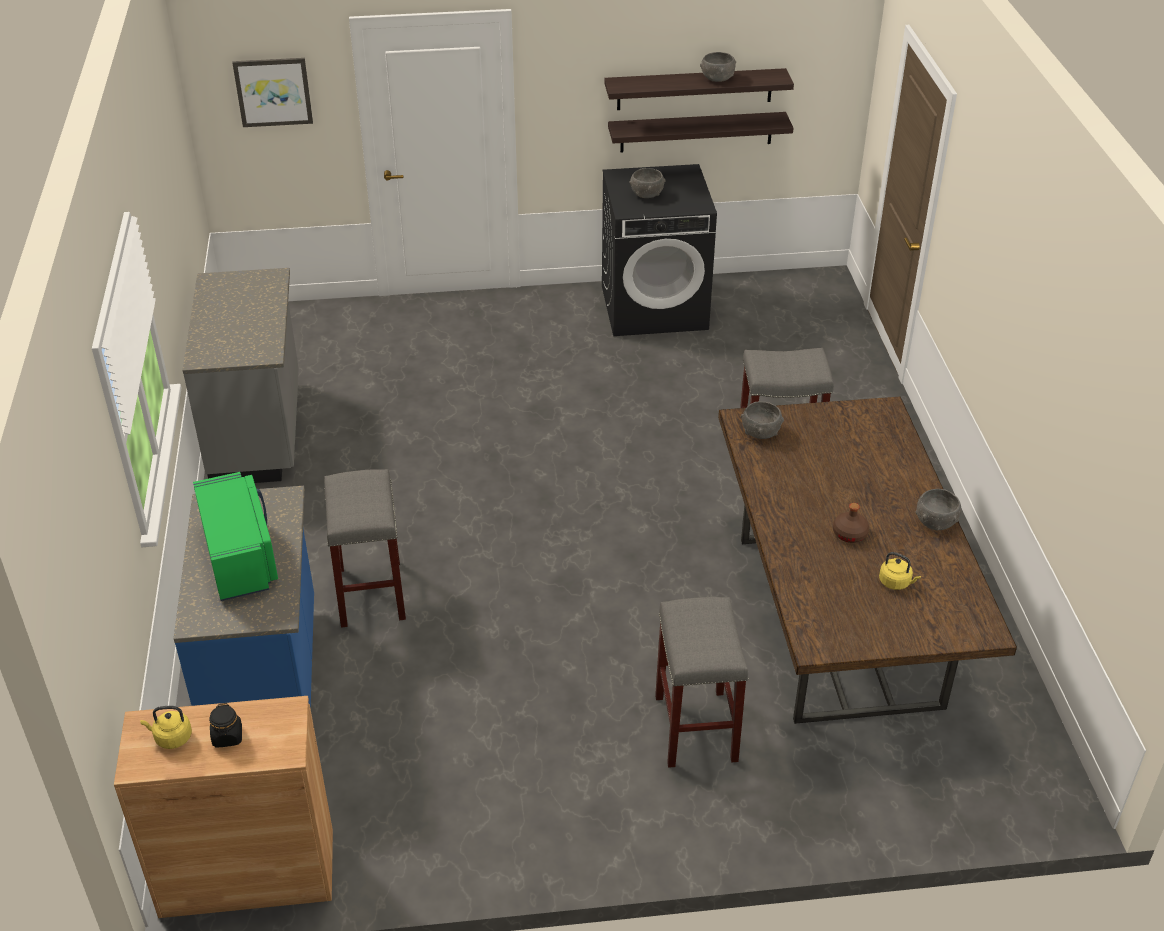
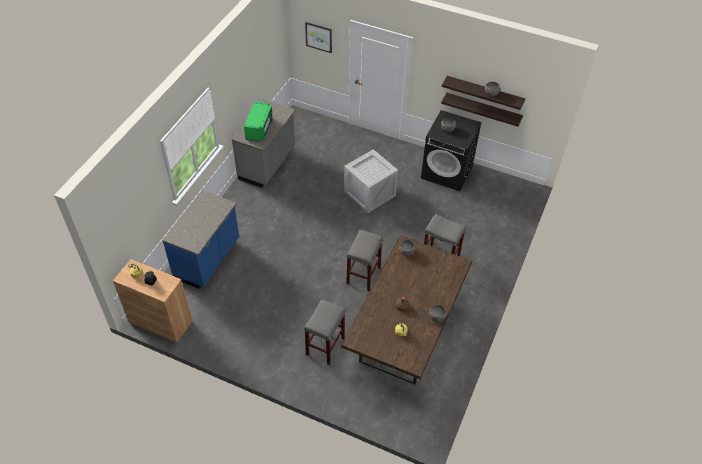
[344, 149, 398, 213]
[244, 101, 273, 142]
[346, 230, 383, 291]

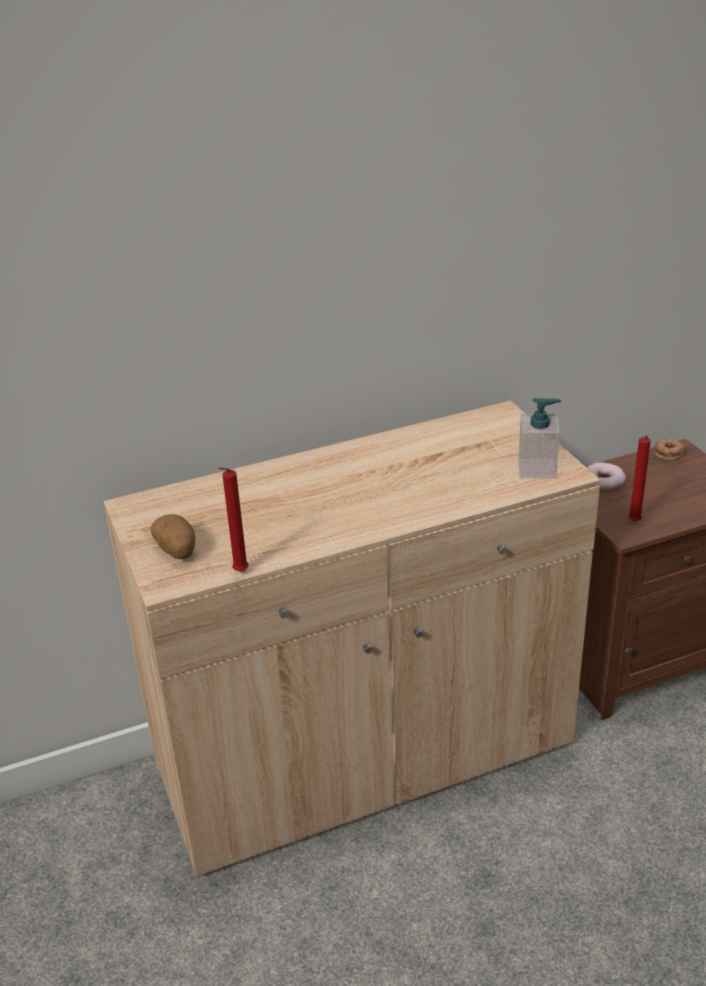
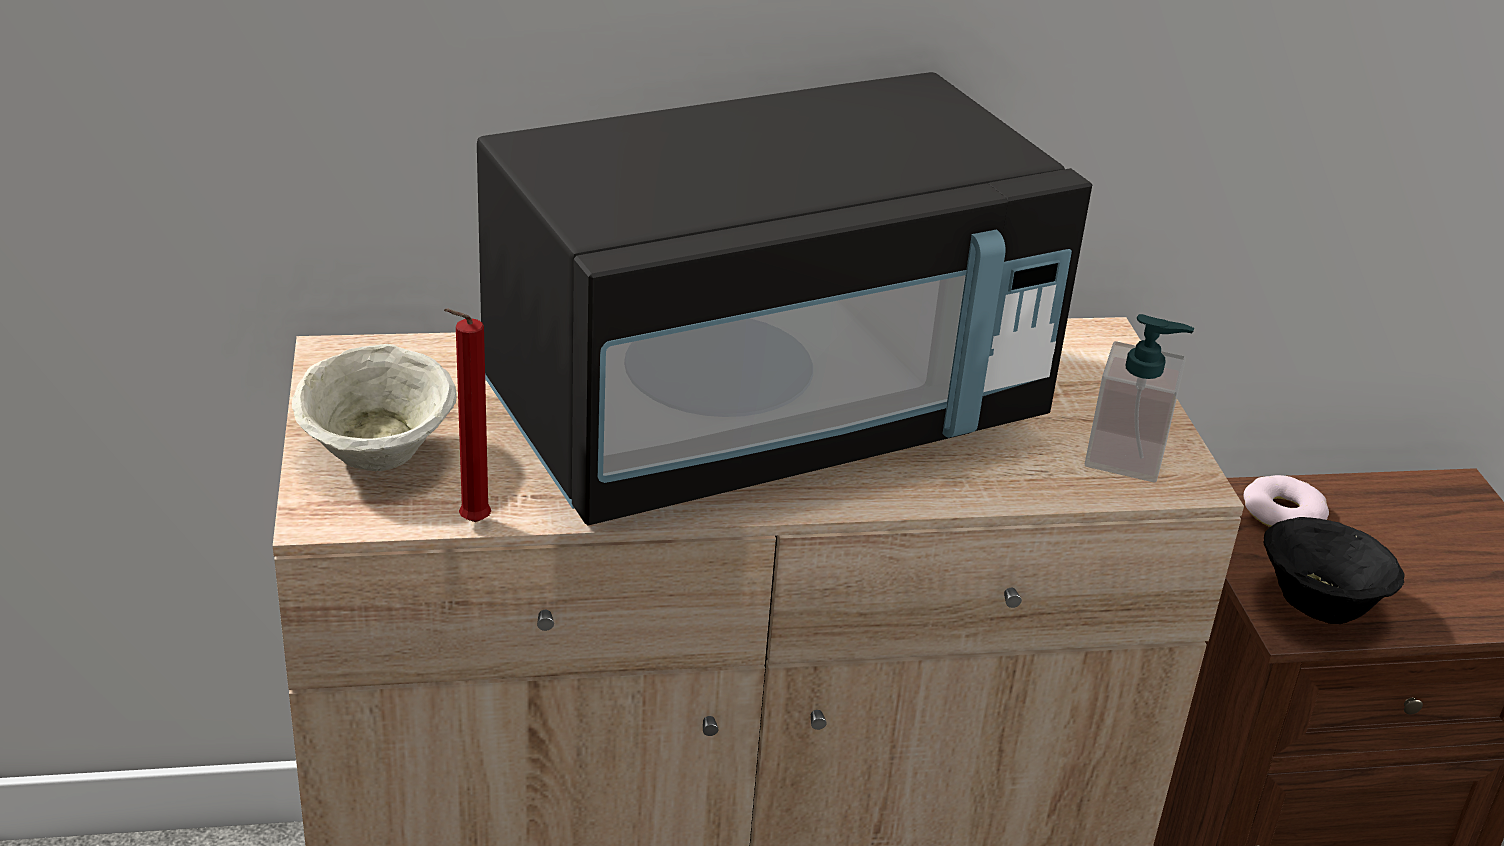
[654, 439, 685, 460] (first image)
[477, 72, 1092, 525]
[292, 344, 456, 471]
[1263, 517, 1405, 624]

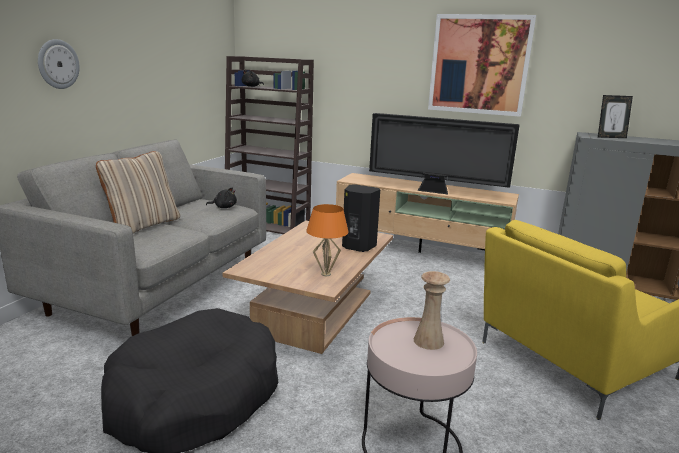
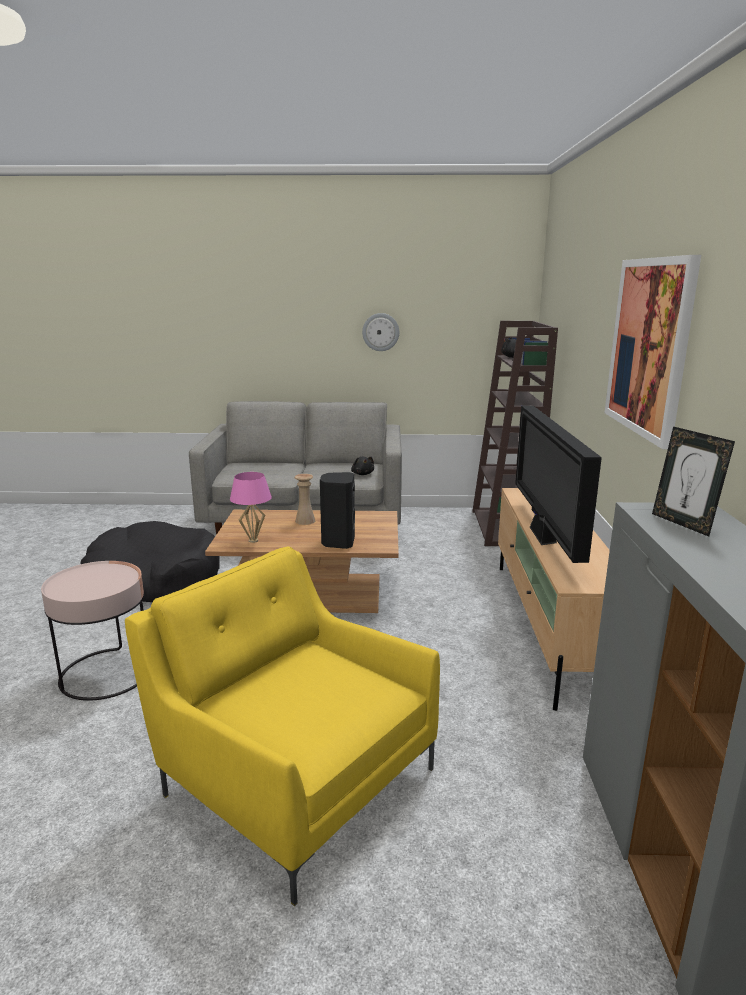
[96, 151, 180, 233] (first image)
[362, 313, 399, 351]
[295, 474, 315, 525]
[230, 472, 272, 543]

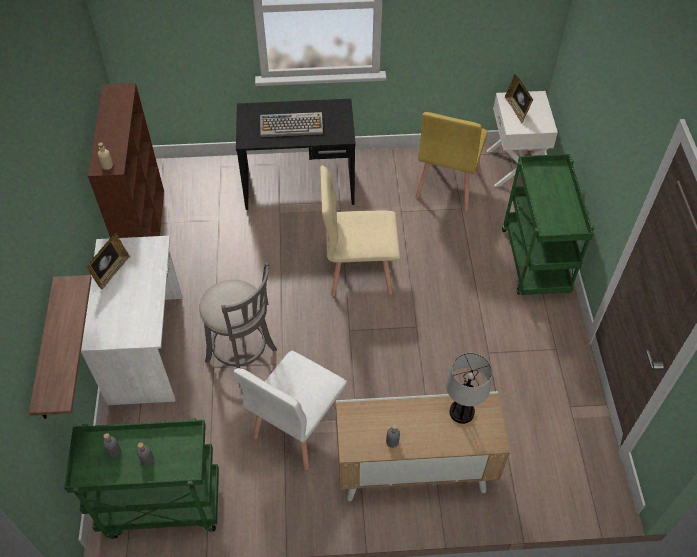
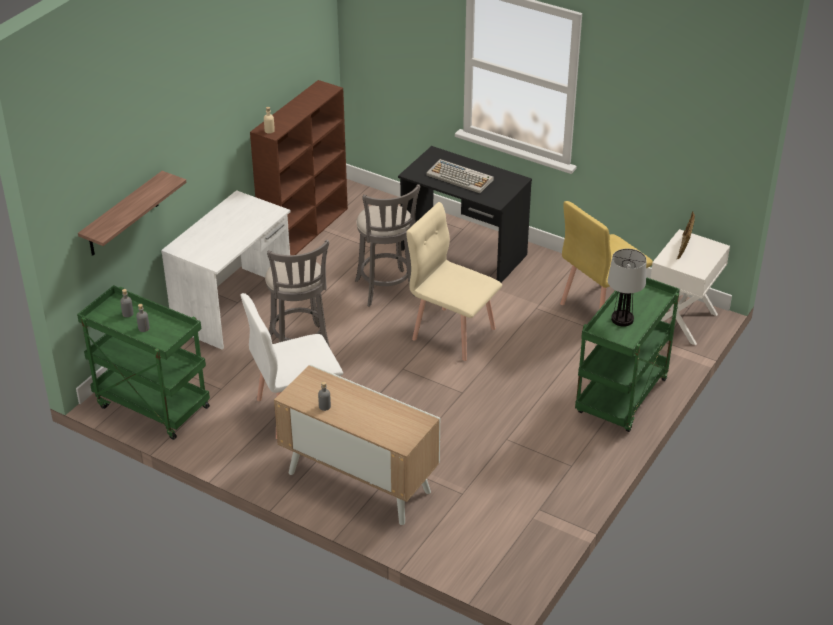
[87, 233, 130, 290] (first image)
[355, 184, 420, 307]
[608, 249, 646, 327]

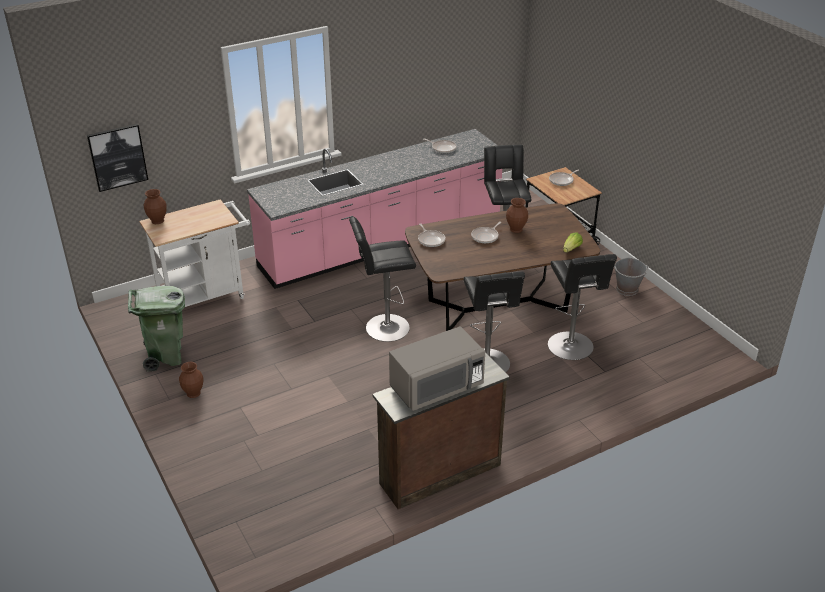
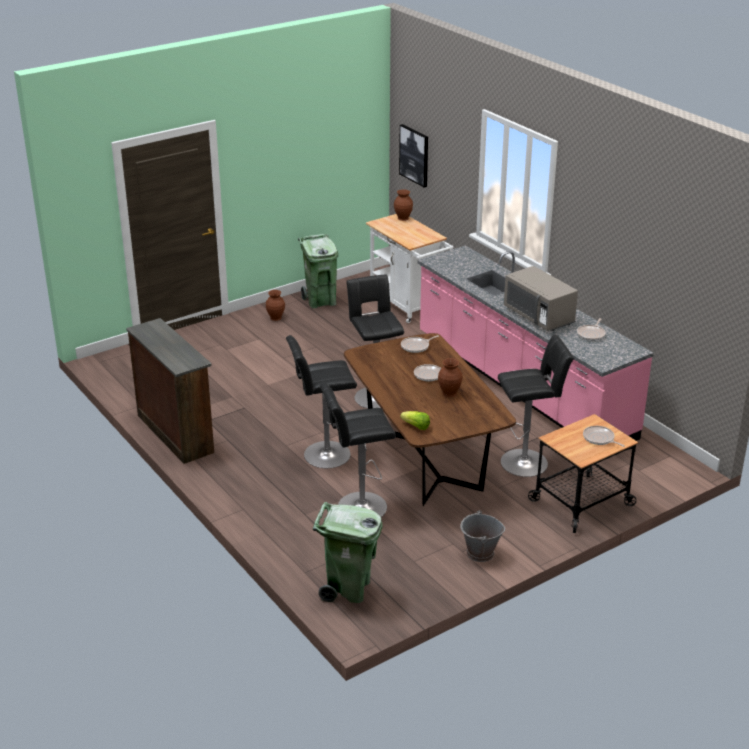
[313, 502, 383, 603]
[504, 266, 578, 331]

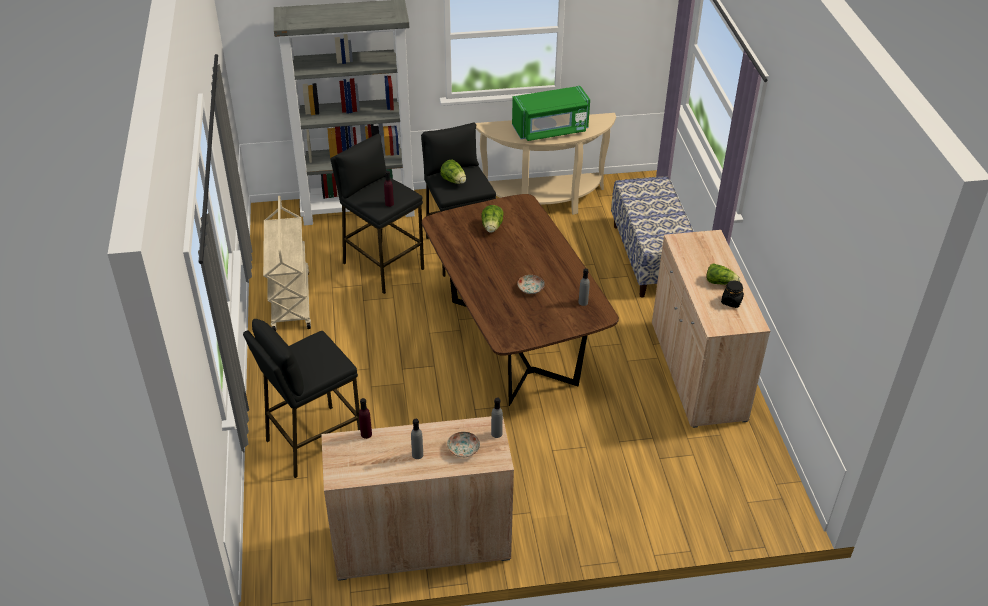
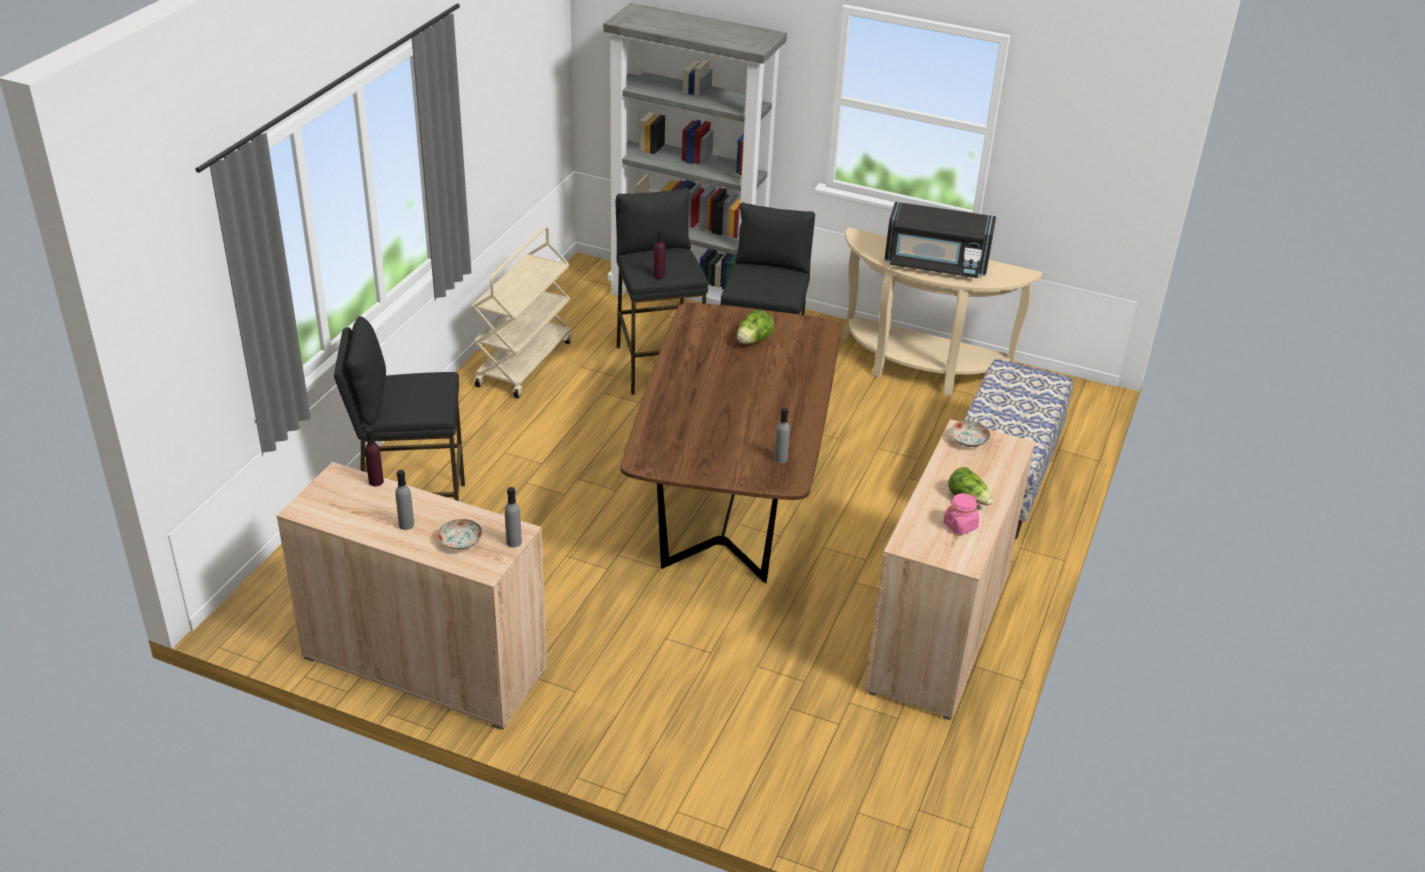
[440, 159, 466, 184] (first image)
[950, 421, 990, 447]
[885, 202, 996, 278]
[944, 493, 980, 535]

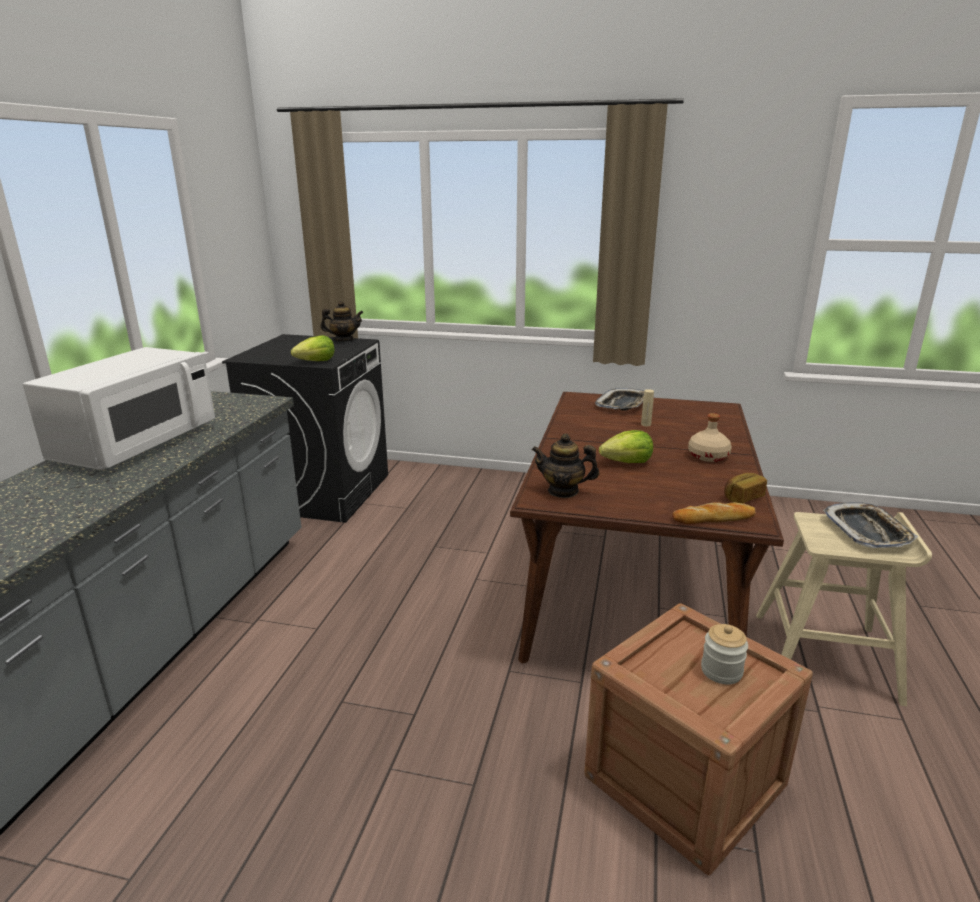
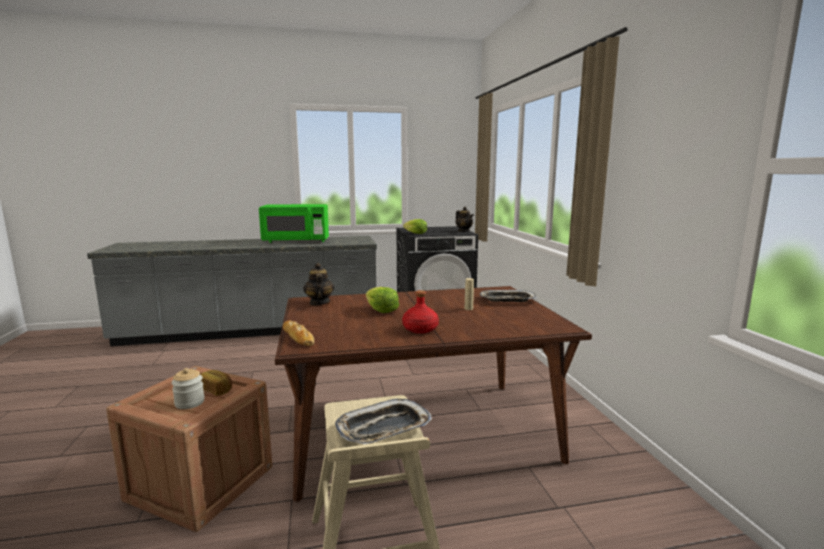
[200, 370, 232, 396]
[259, 204, 329, 243]
[402, 290, 439, 334]

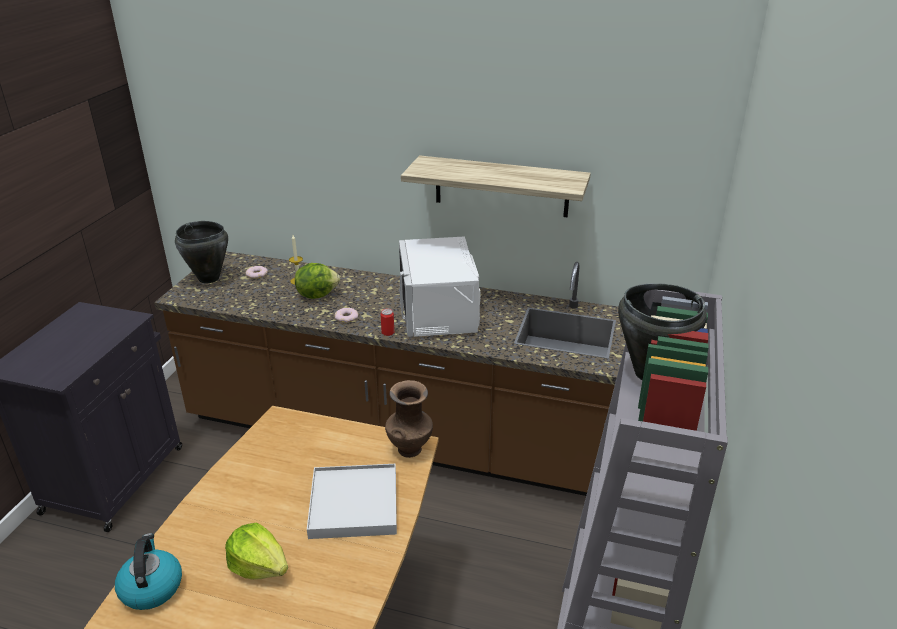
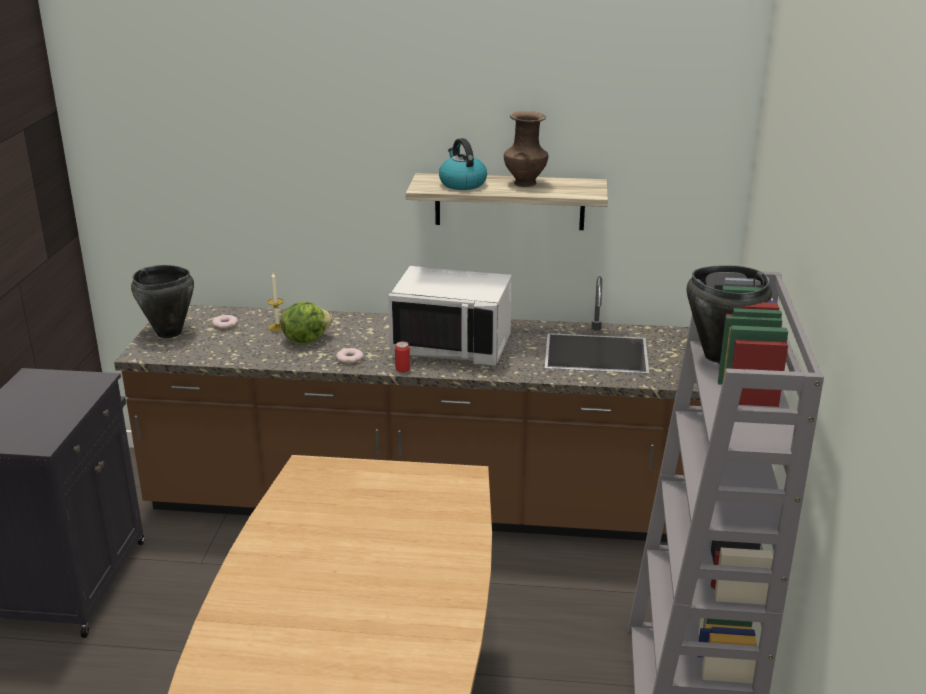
[225, 522, 288, 580] (first image)
[307, 464, 397, 539] (first image)
[439, 138, 487, 190]
[504, 111, 548, 187]
[388, 266, 512, 366]

